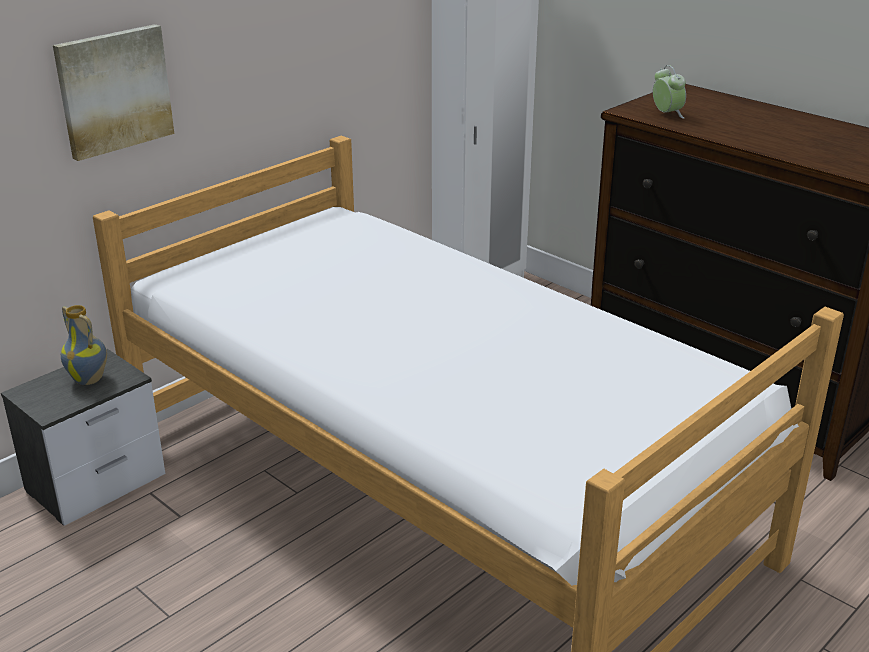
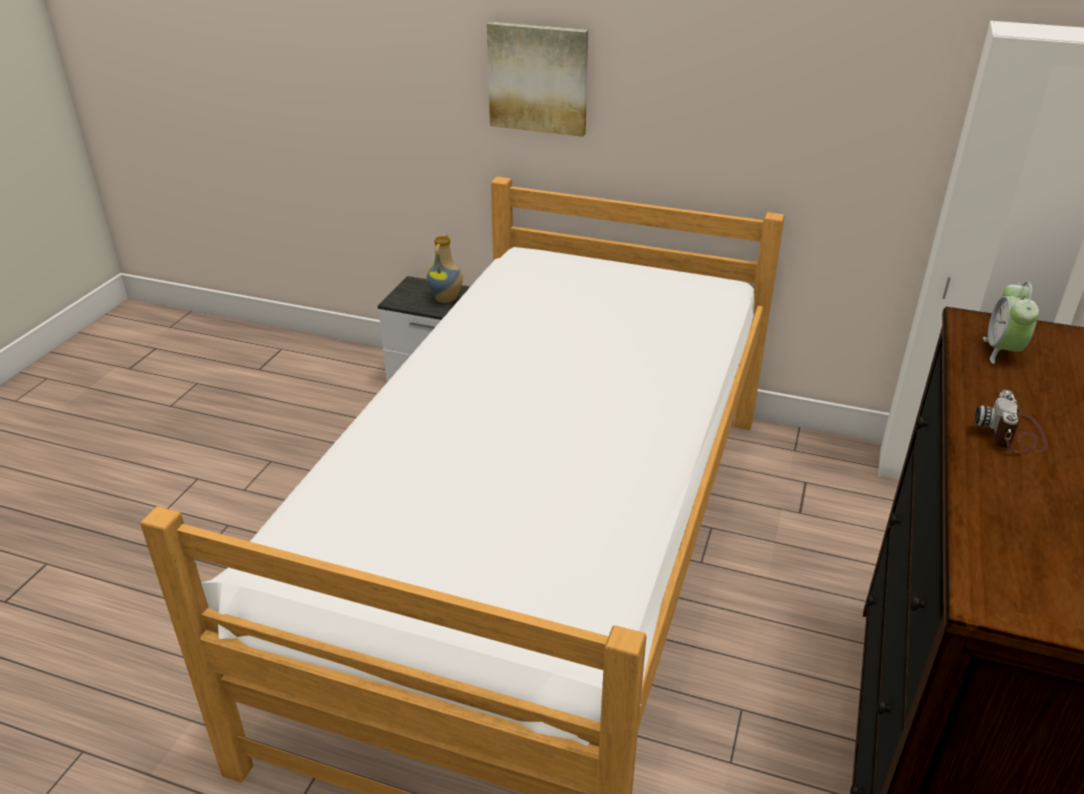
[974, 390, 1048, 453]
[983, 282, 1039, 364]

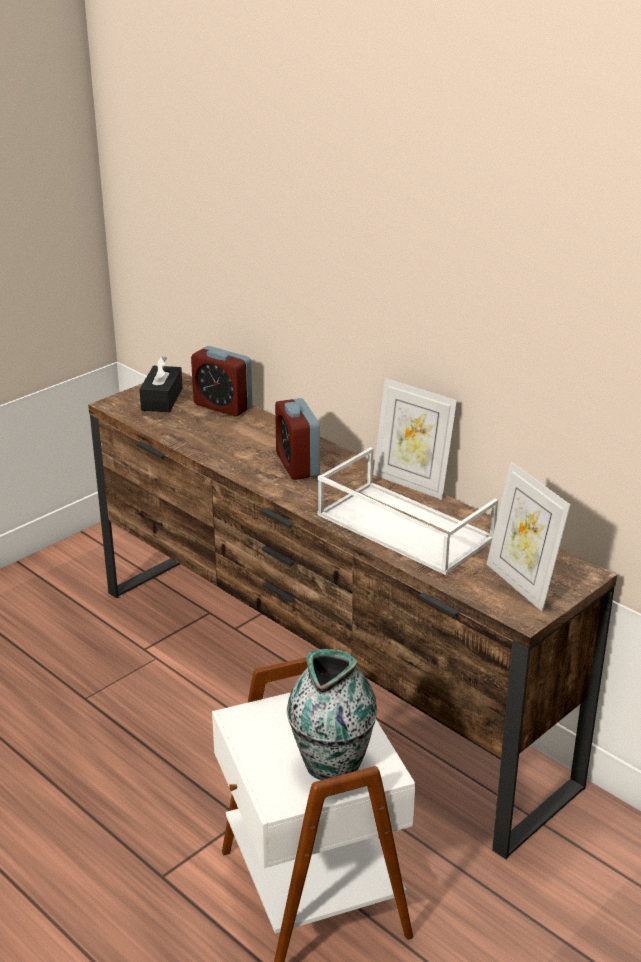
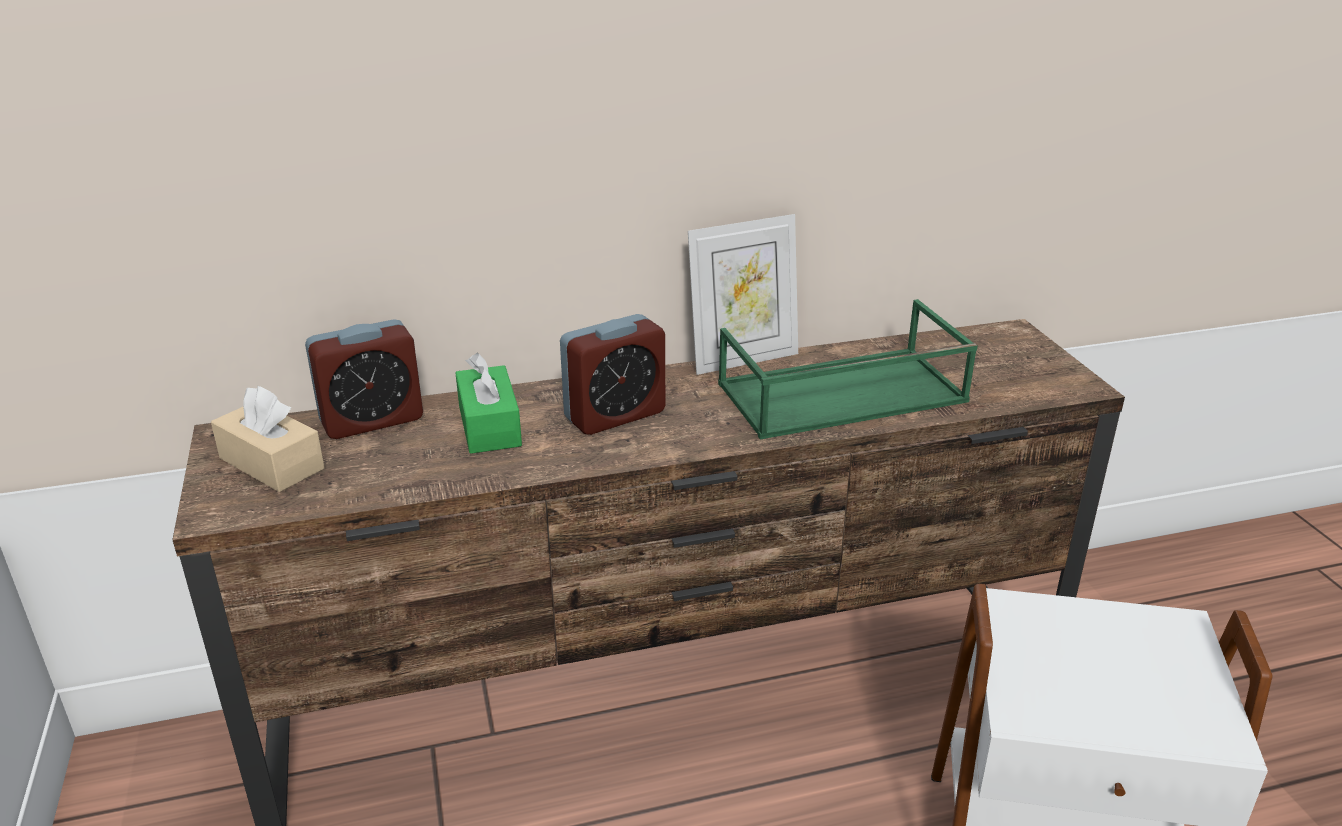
[287, 649, 377, 780] (first image)
[487, 462, 570, 612] (first image)
[455, 353, 522, 454]
[211, 386, 325, 492]
[718, 299, 978, 439]
[560, 314, 665, 435]

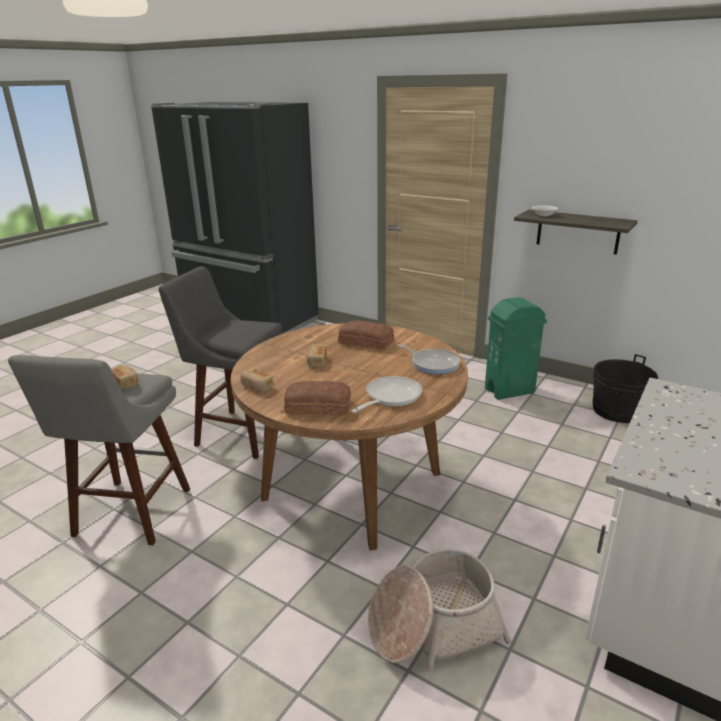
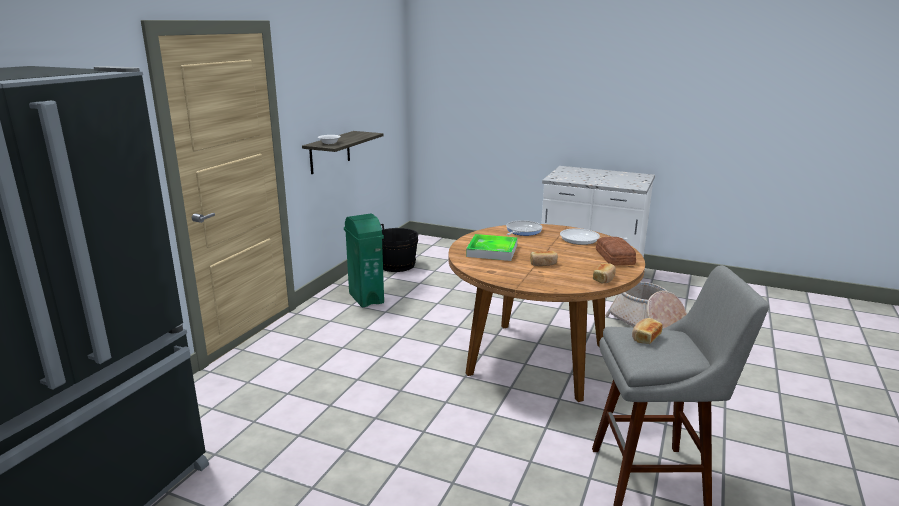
[158, 266, 284, 459] (first image)
[466, 234, 518, 261]

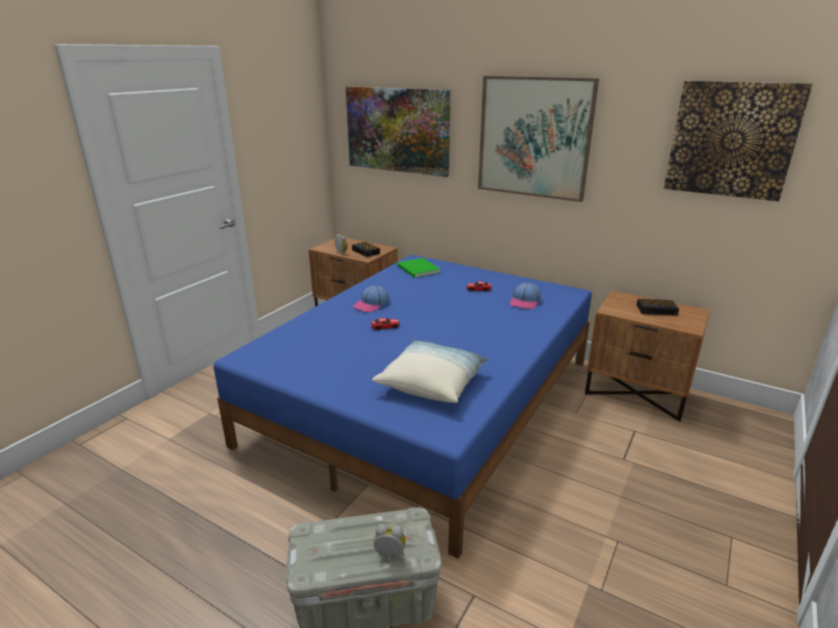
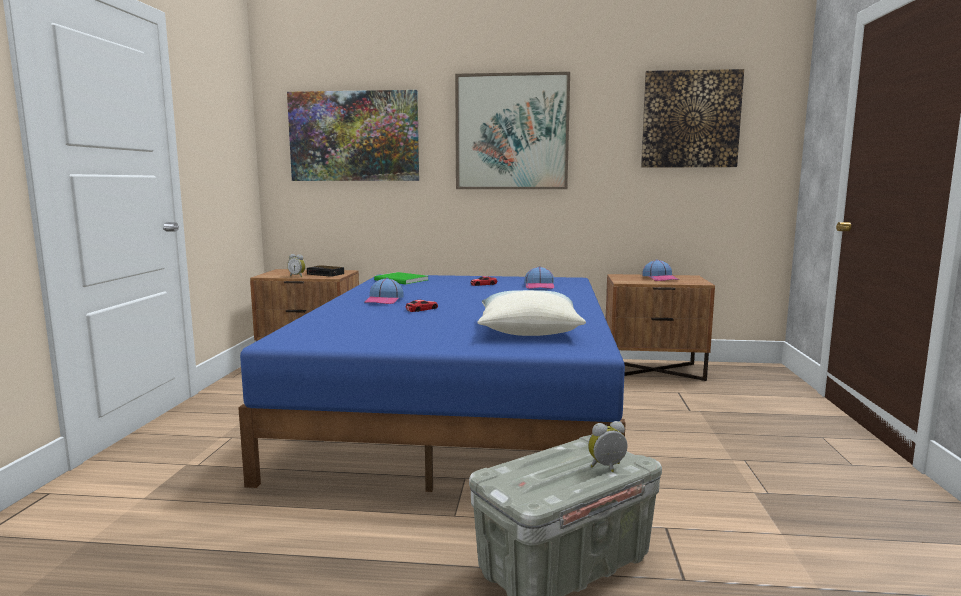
[643, 260, 679, 281]

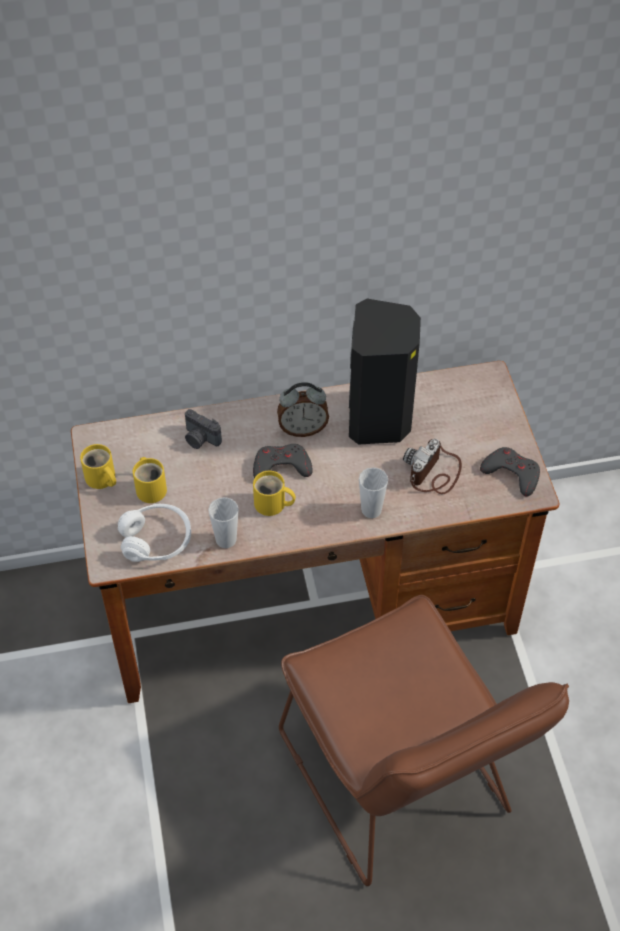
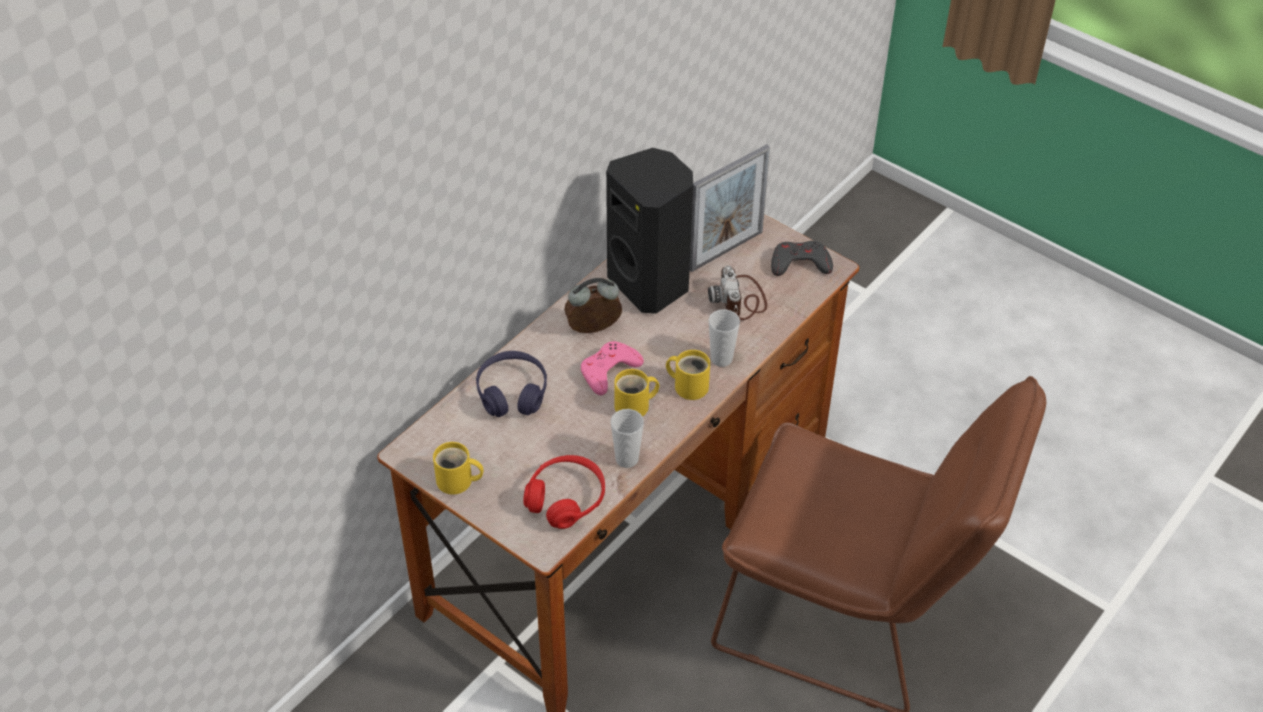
[690, 144, 770, 272]
[666, 350, 710, 400]
[476, 351, 547, 417]
[523, 455, 605, 529]
[581, 341, 644, 395]
[564, 278, 622, 333]

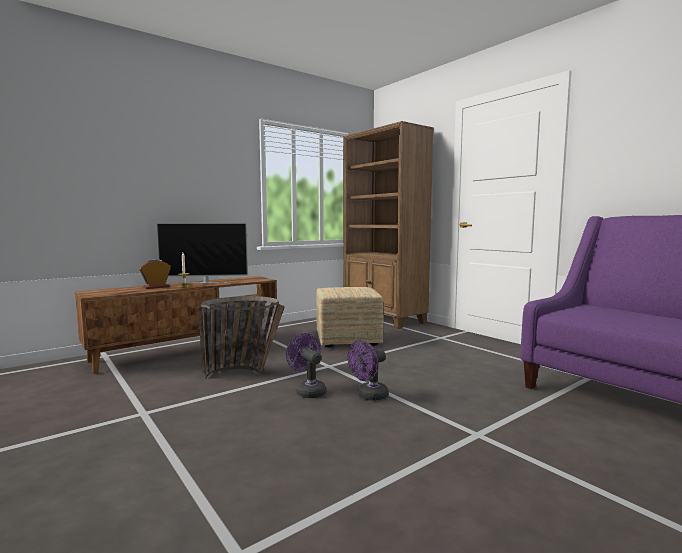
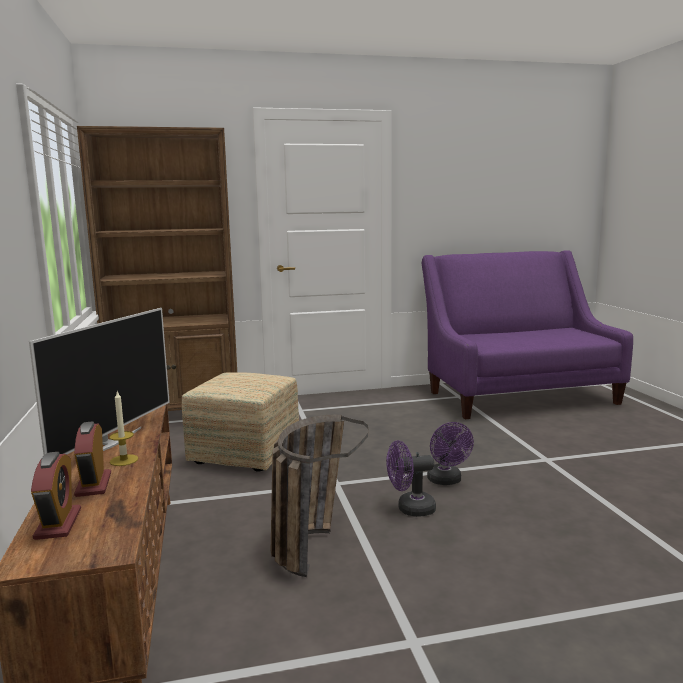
[31, 452, 81, 540]

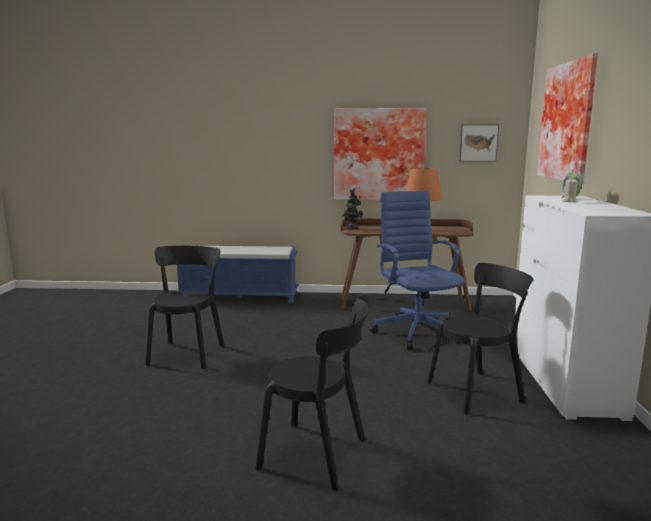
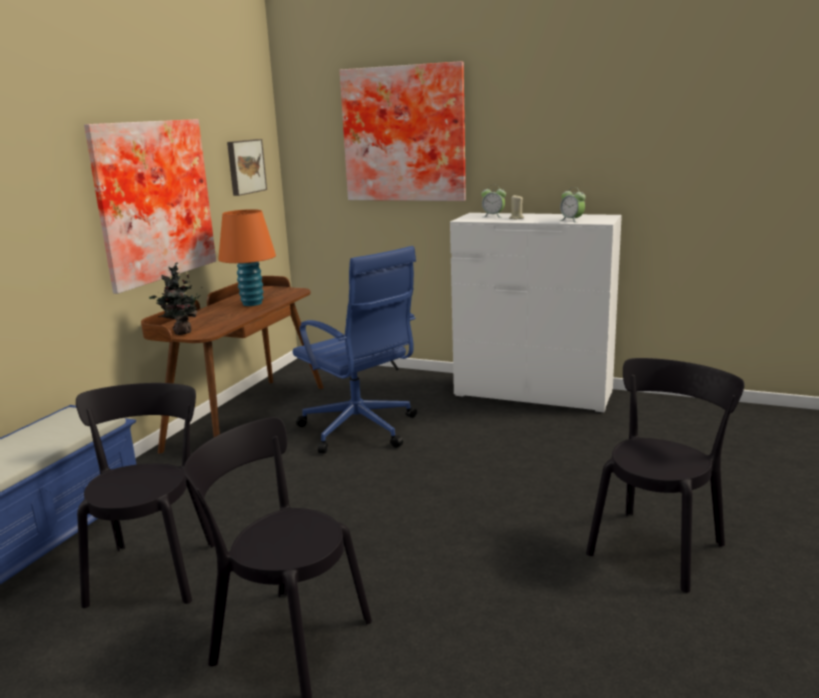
[559, 187, 586, 223]
[76, 383, 215, 608]
[293, 246, 417, 453]

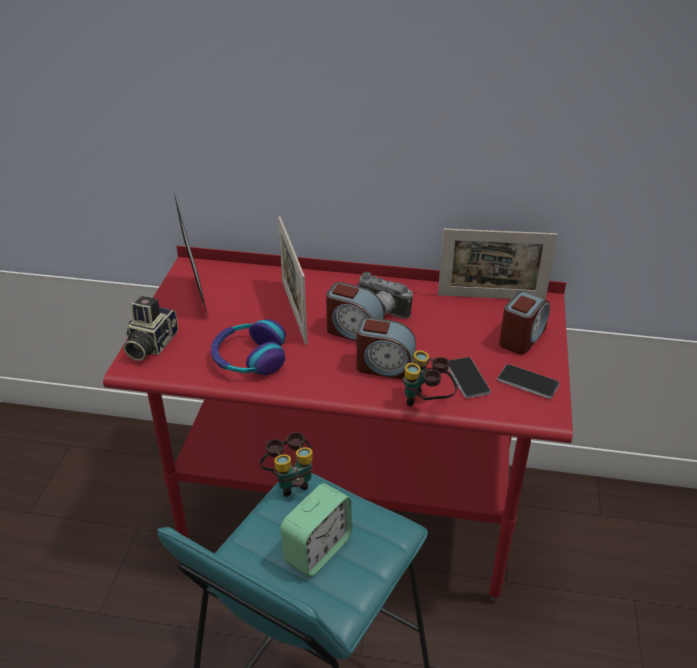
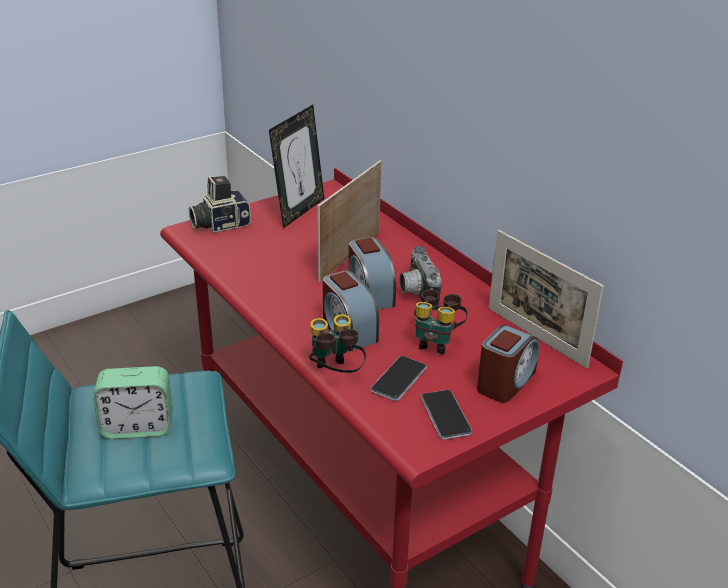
[211, 319, 286, 375] (first image)
[414, 289, 467, 354]
[477, 325, 540, 403]

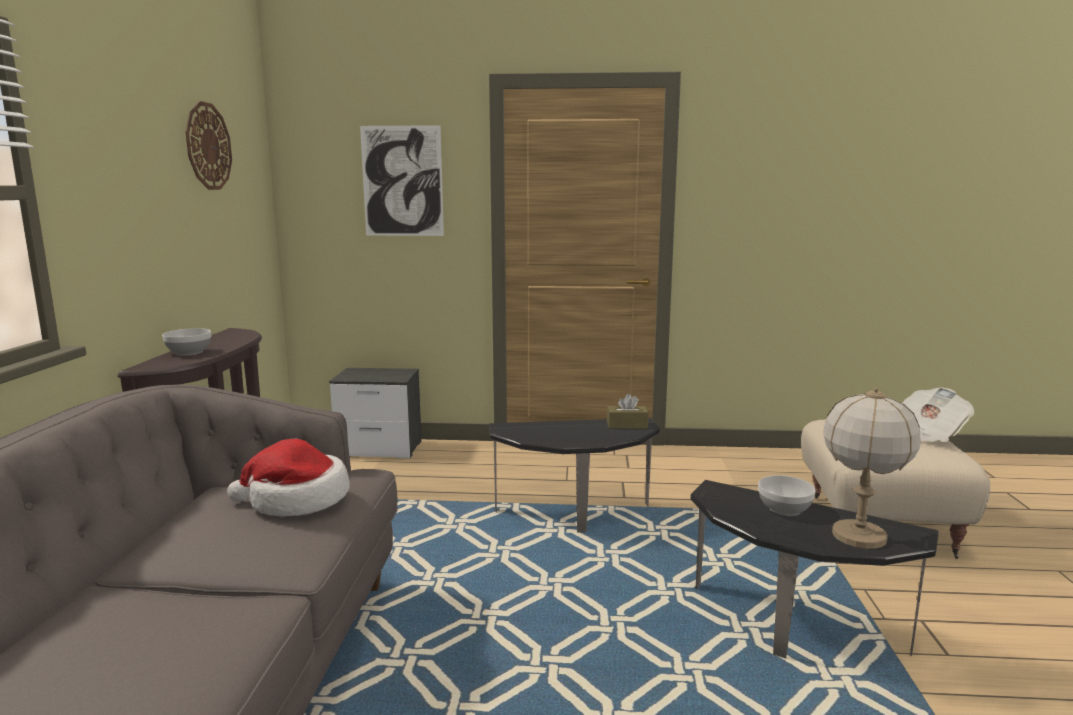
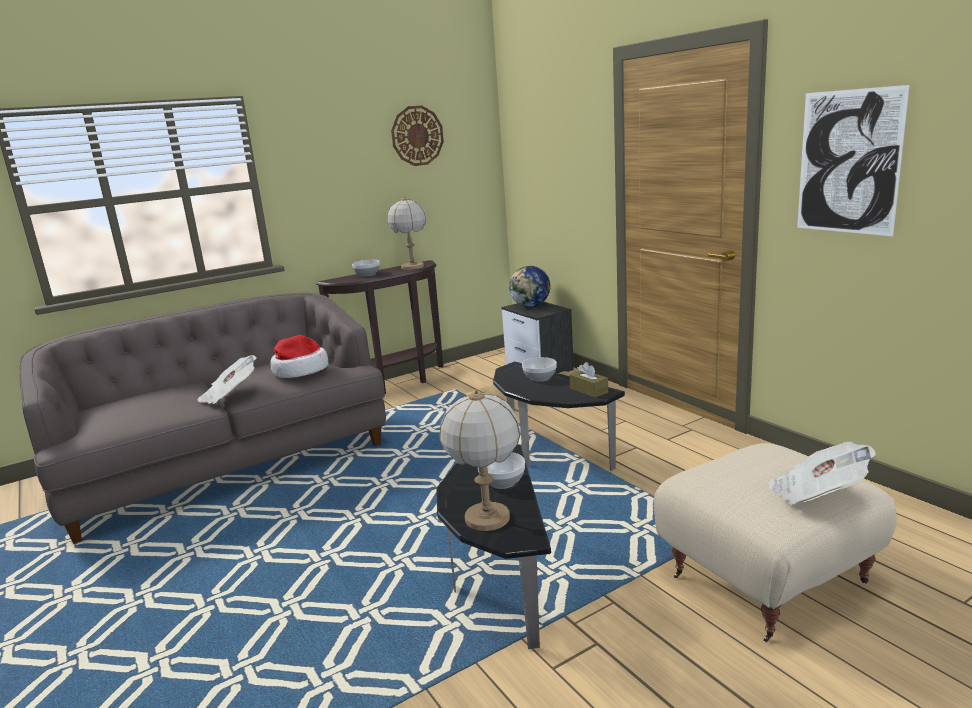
[197, 355, 257, 404]
[387, 196, 427, 270]
[509, 266, 551, 307]
[522, 357, 557, 381]
[797, 85, 910, 236]

